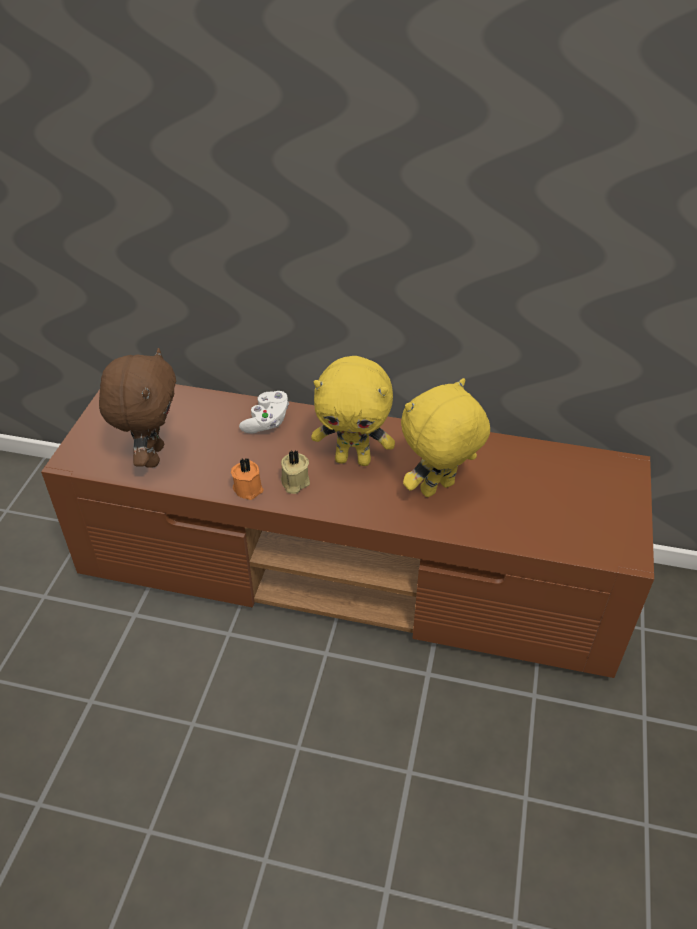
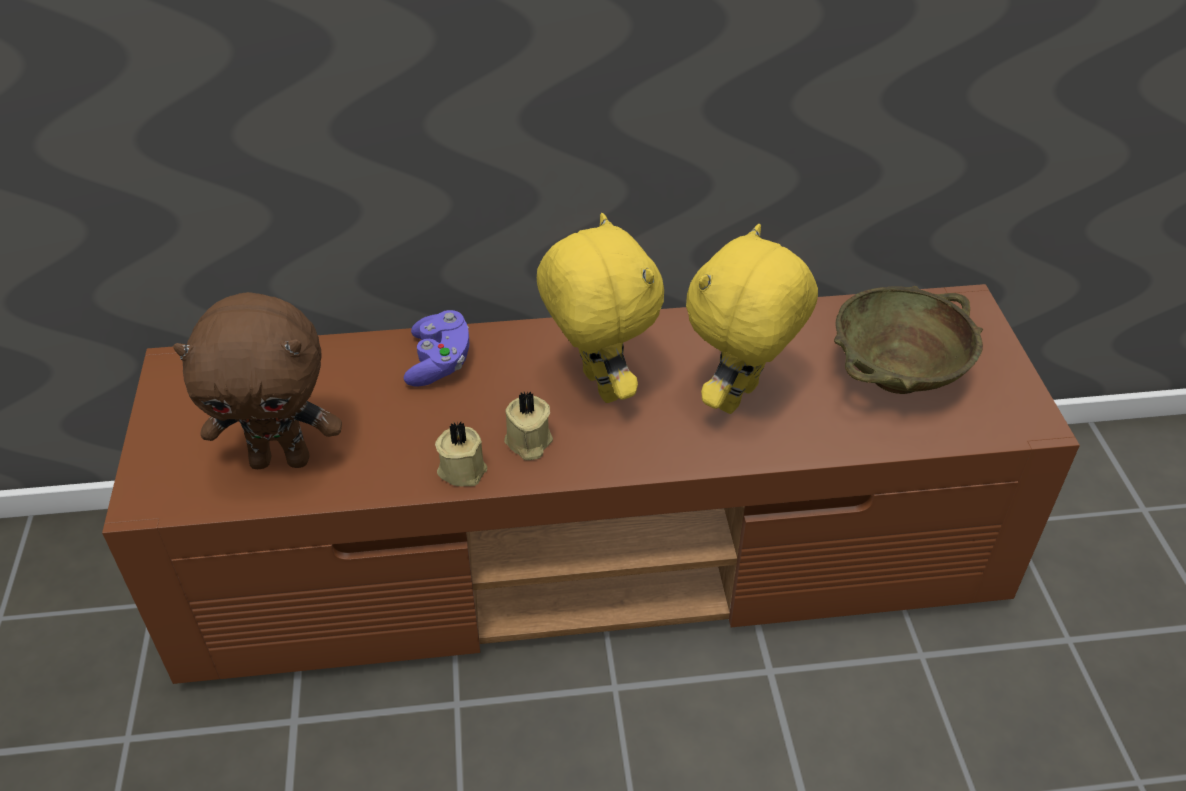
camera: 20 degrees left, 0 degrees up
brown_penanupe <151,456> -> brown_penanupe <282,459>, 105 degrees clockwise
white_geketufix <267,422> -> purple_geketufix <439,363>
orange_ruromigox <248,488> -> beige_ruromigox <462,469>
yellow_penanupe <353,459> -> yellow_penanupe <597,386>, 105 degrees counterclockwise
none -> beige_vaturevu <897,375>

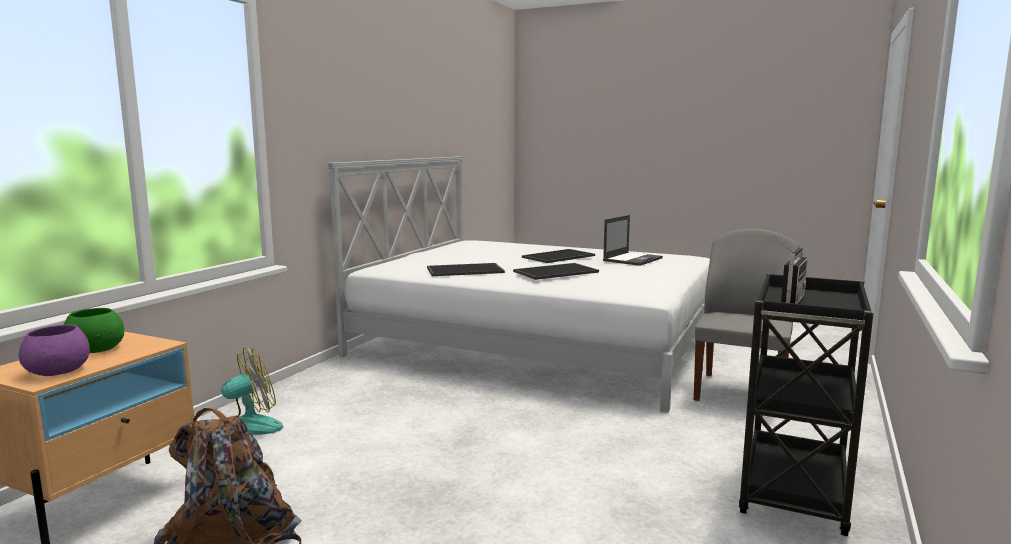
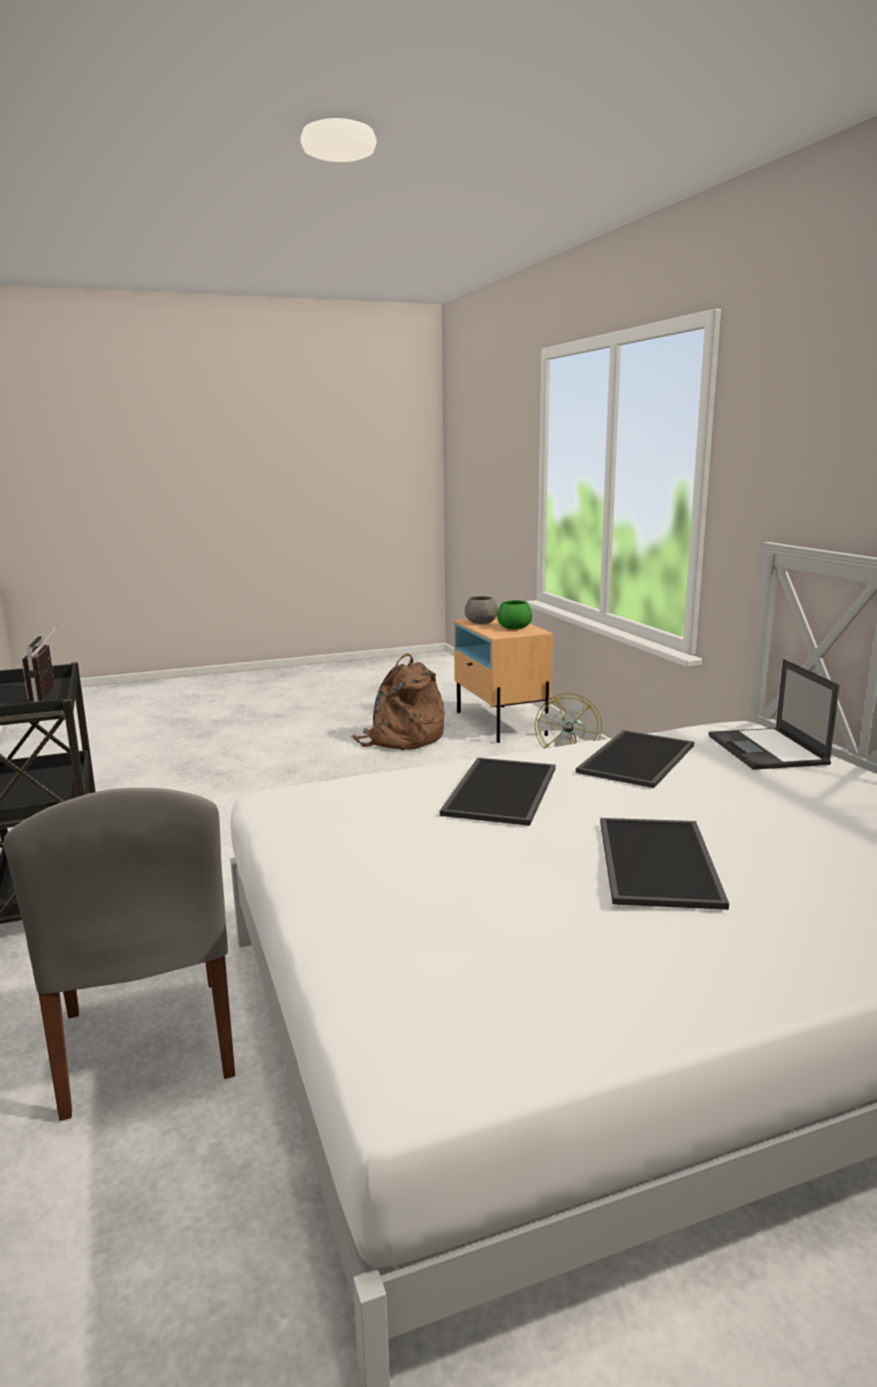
camera: 135 degrees right, 5 degrees up
purple_vaturevu <59,371> -> grey_vaturevu <481,622>
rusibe <633,259> -> rusibe <768,750>, relocated

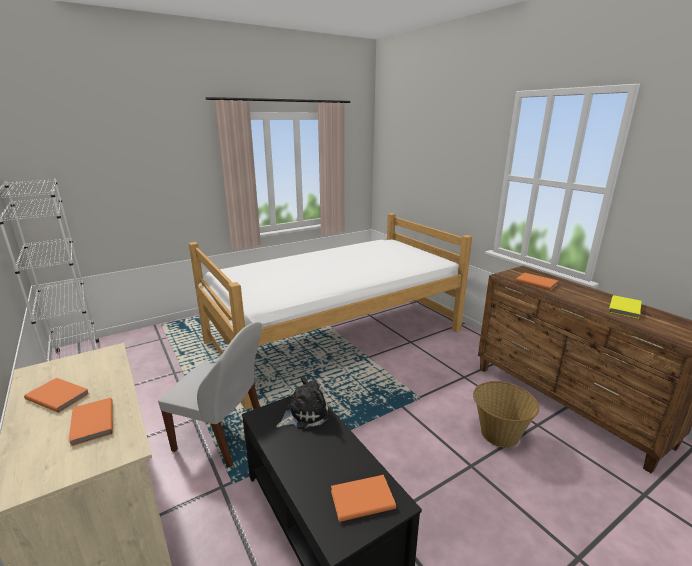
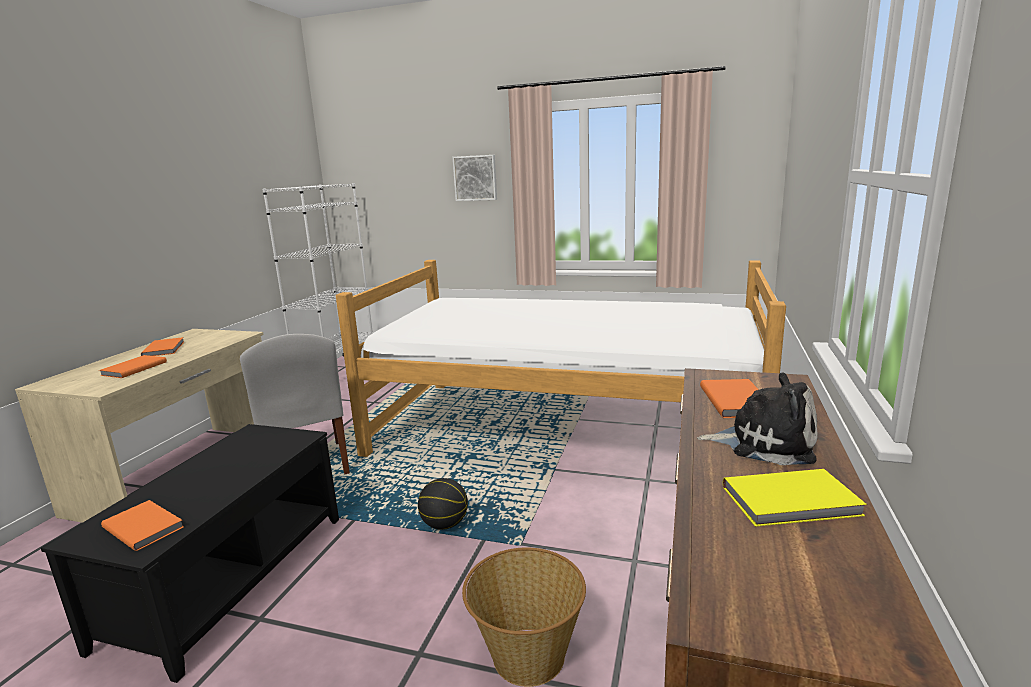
camera: 50 degrees right, 5 degrees down
none -> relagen <444,525>
none -> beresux <475,178>
penanupe <305,413> -> penanupe <765,442>, relocated

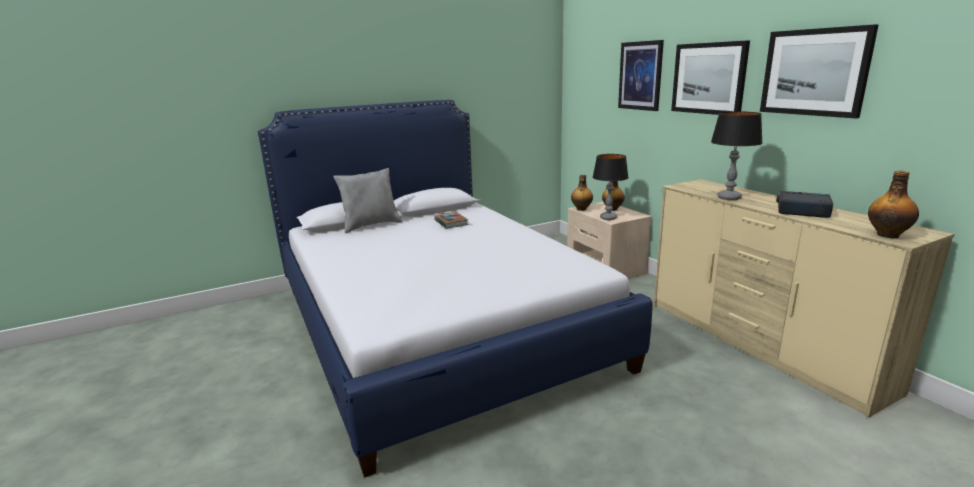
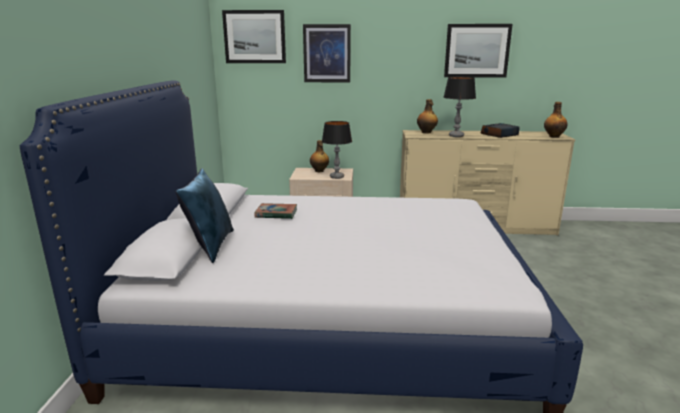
camera: 60 degrees left, 0 degrees up
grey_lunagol <371,225> -> blue_lunagol <210,246>
beresux <708,78> -> beresux <254,37>, relocated
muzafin <581,209> -> muzafin <426,132>, relocated

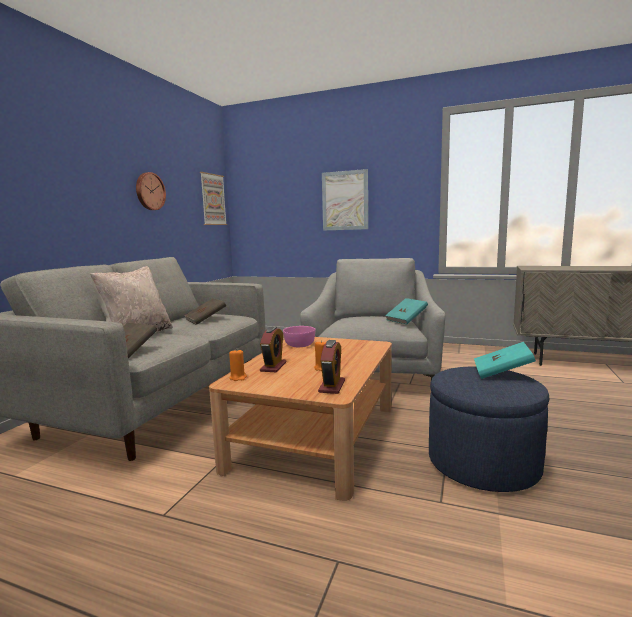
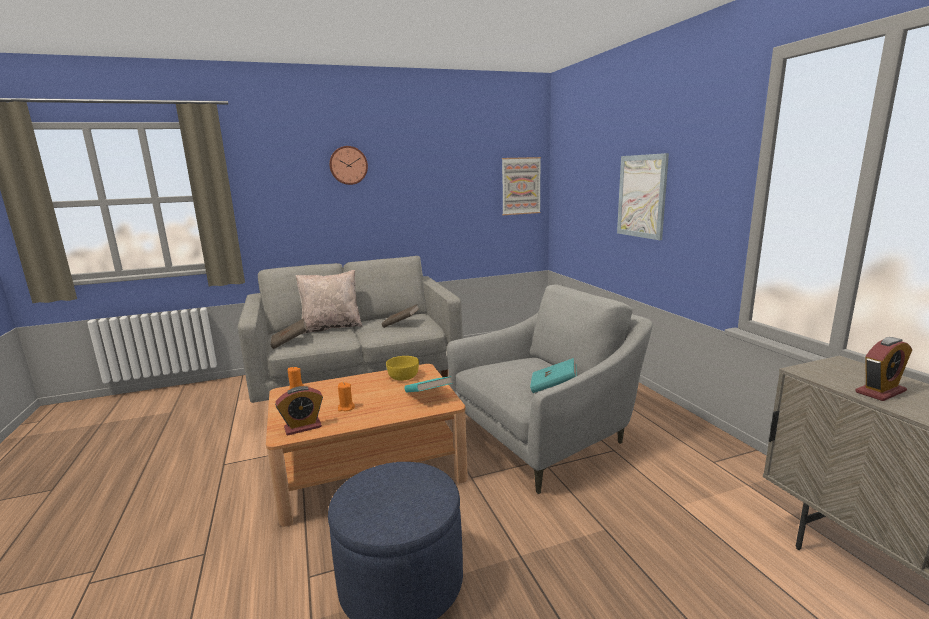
camera: 50 degrees right, 5 degrees up
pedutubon <149,191> -> pedutubon <348,165>, relocated
pink_vaturevu <299,344> -> yellow_vaturevu <404,376>
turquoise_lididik <502,373> -> turquoise_lididik <428,396>, relocated
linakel <273,367> -> linakel <880,392>, relocated

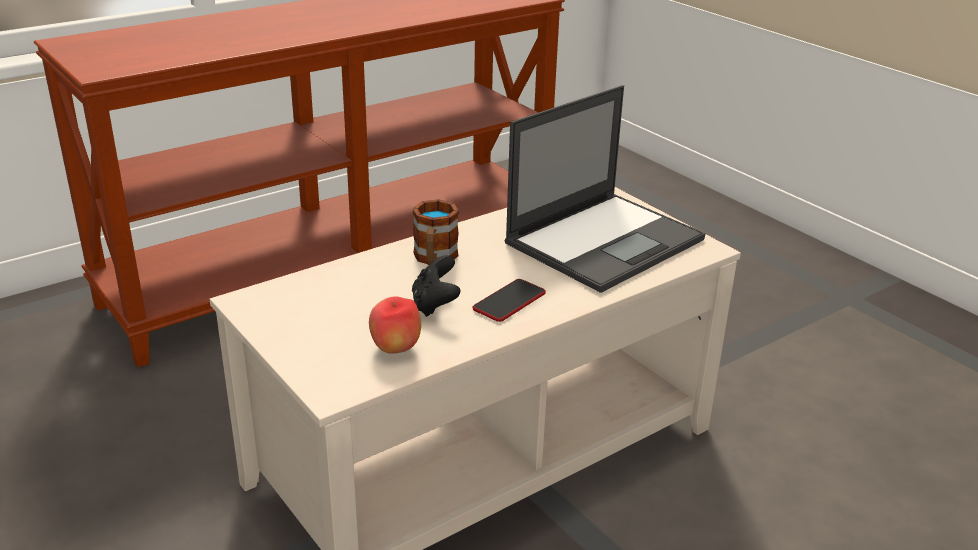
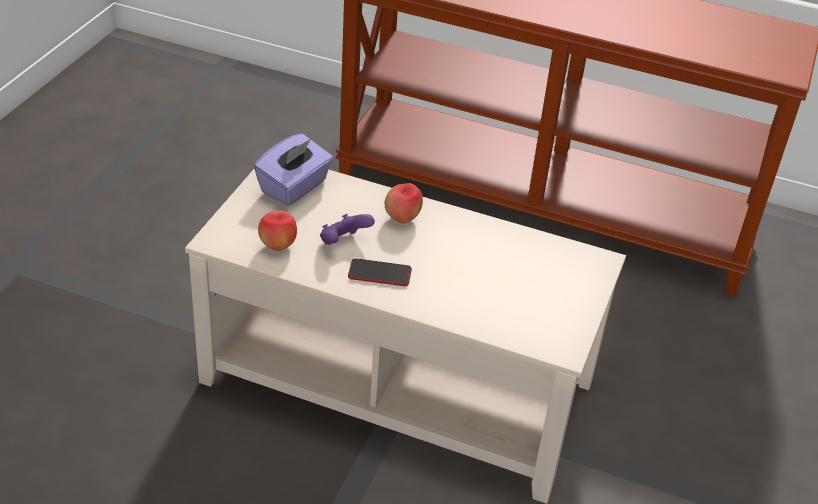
camera: 55 degrees right, 10 degrees up
none -> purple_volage <294,187>
black_geketufix <435,305> -> purple_geketufix <343,242>
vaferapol <434,259> -> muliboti <402,219>
rusibe <606,240> -> none

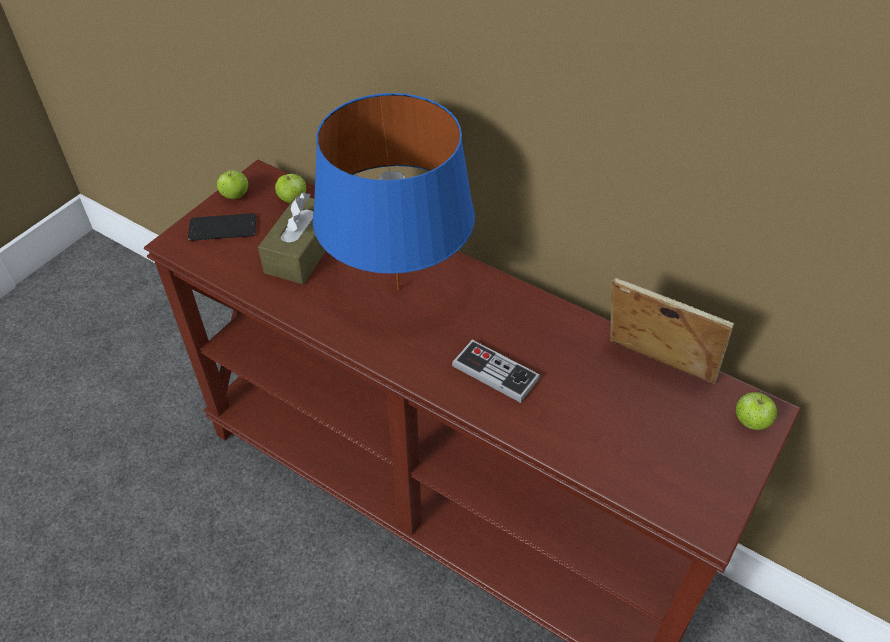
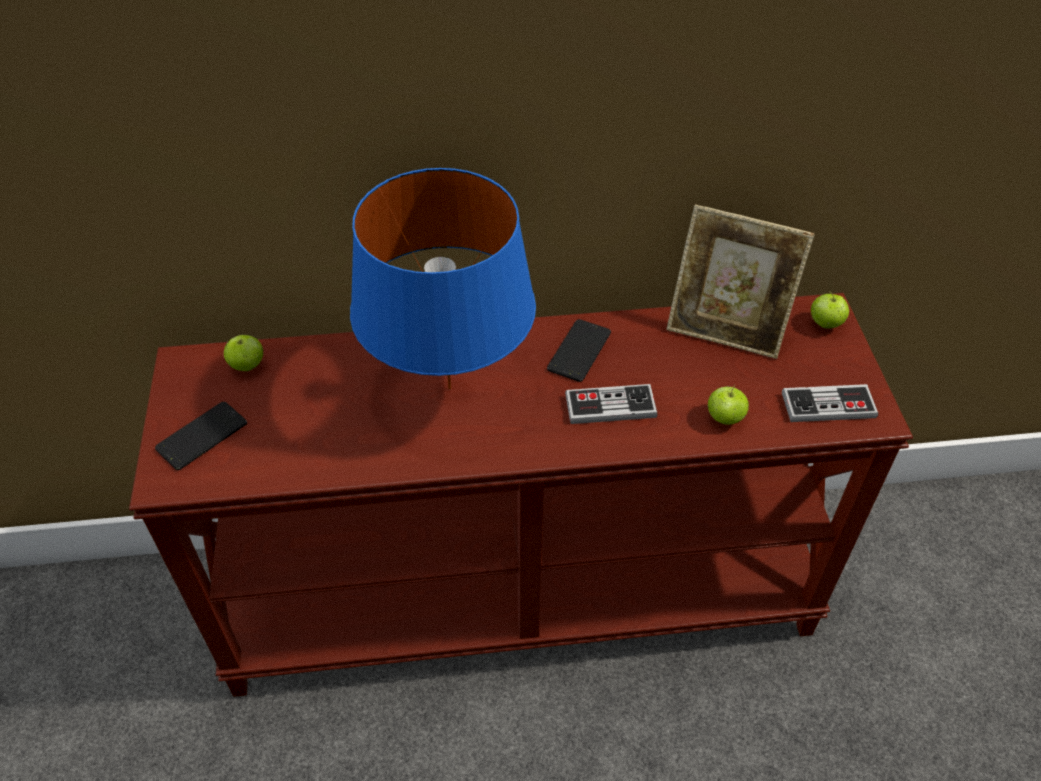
camera: 40 degrees left, 0 degrees up
none -> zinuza <579,351>
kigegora <653,374> -> kigegora <726,330>, 150 degrees counterclockwise
muliboti <235,196> -> muliboti <724,418>, relocated
none -> geketufix <828,405>
brown_volage <302,251> -> none

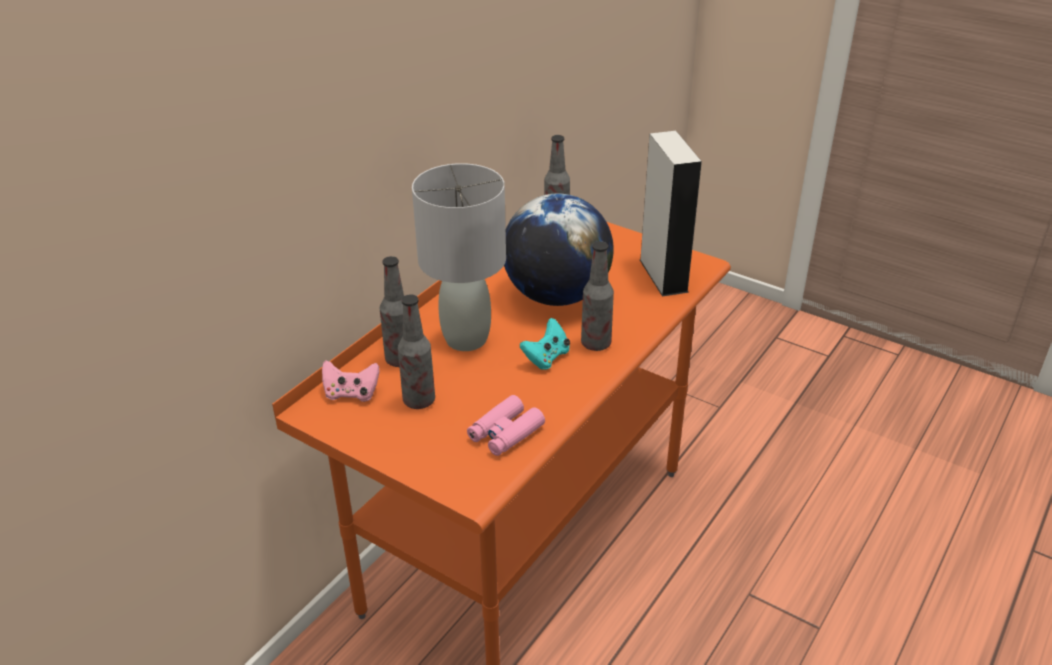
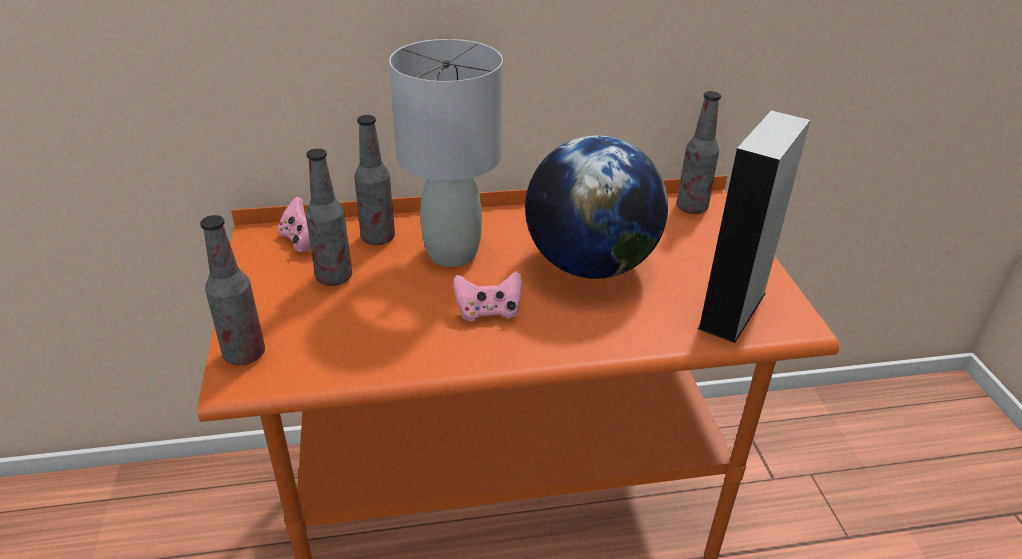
camera: 45 degrees right, 0 degrees up
muzafin <596,344> -> muzafin <244,354>, relocated
turquoise_geketufix <546,358> -> pink_geketufix <488,311>
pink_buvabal <505,433> -> none

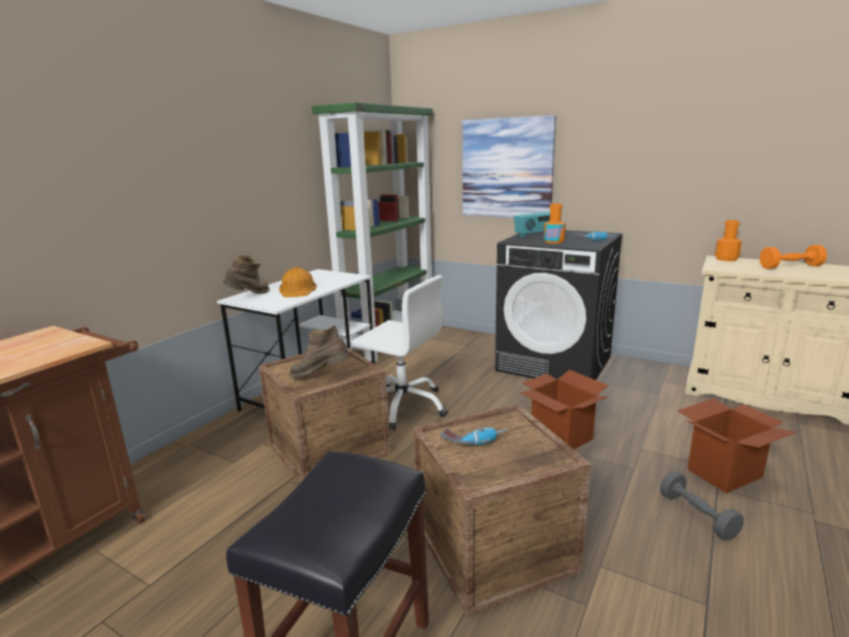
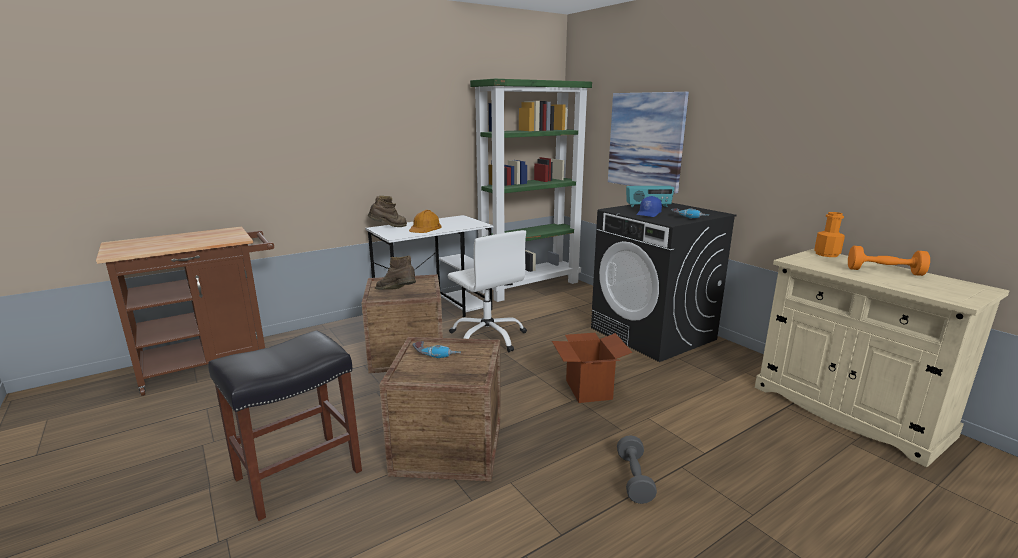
camera: 25 degrees right, 0 degrees up
orange_muzafin <554,241> -> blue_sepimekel <648,214>
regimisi <724,473> -> none

